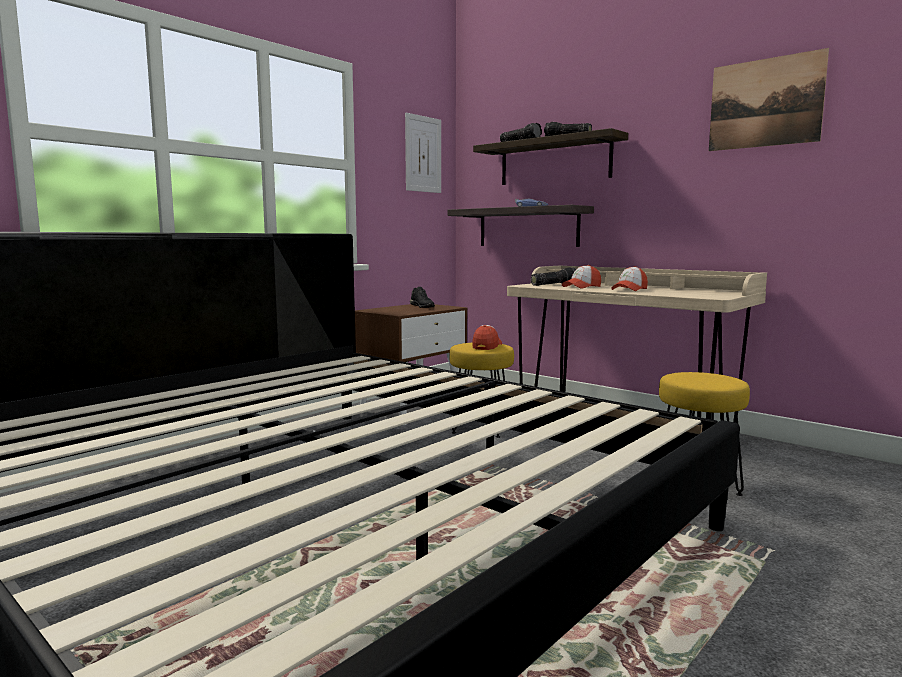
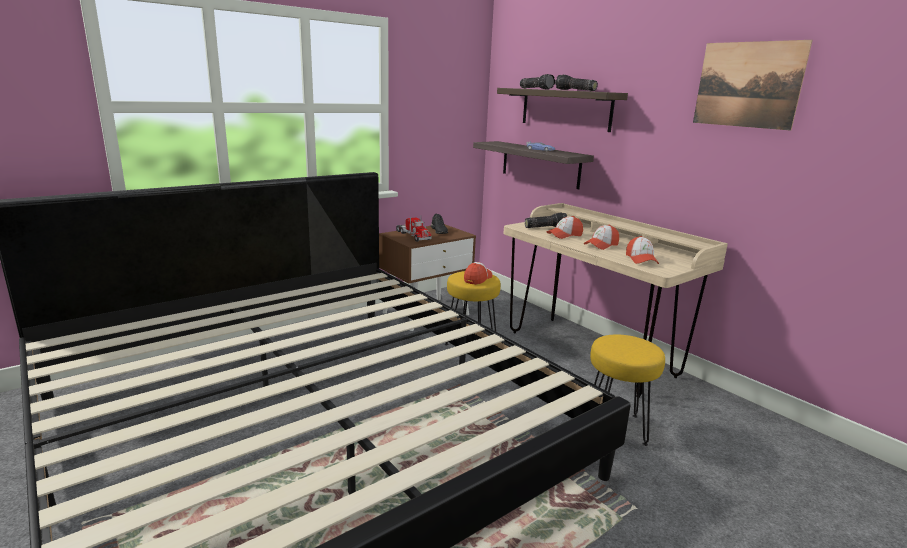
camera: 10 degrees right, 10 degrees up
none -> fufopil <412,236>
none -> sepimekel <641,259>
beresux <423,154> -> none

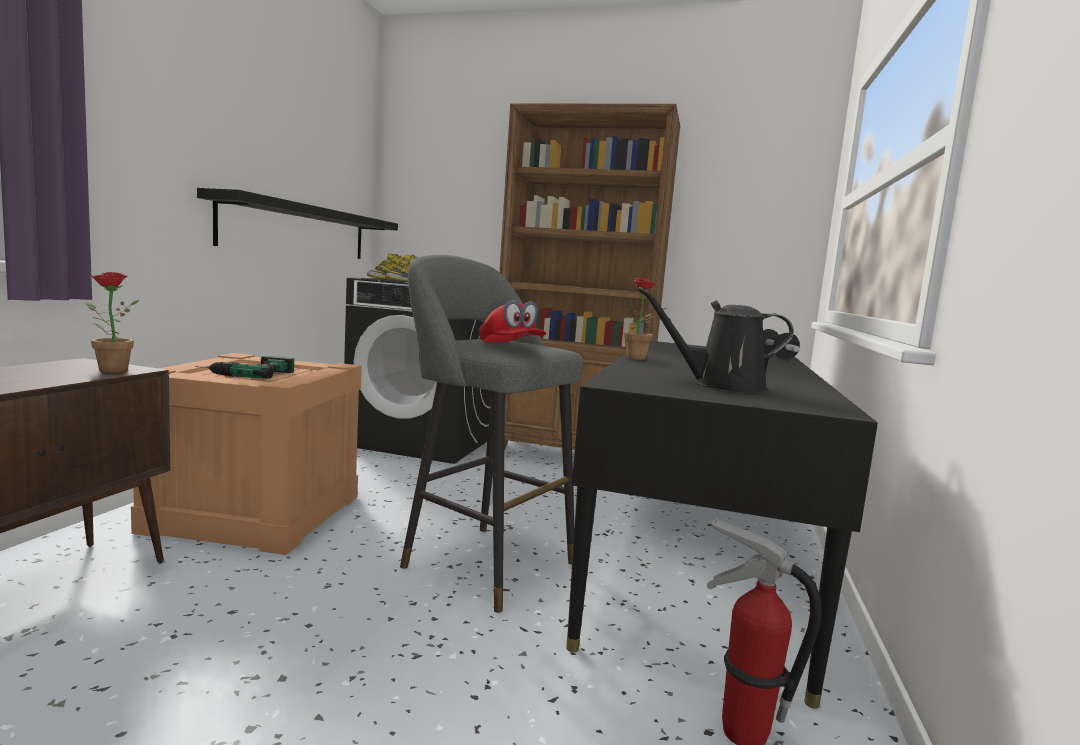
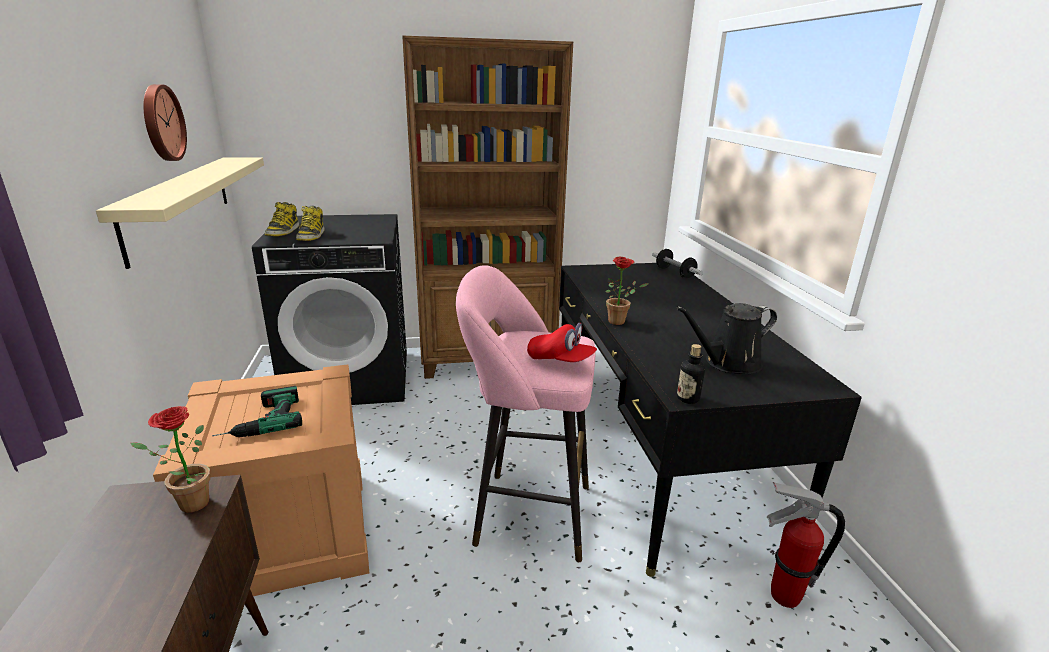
camera: 25 degrees left, 15 degrees up
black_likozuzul <299,230> -> beige_likozuzul <180,203>
none -> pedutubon <161,123>
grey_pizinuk <481,562> -> pink_pizinuk <525,513>
none -> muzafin <688,398>

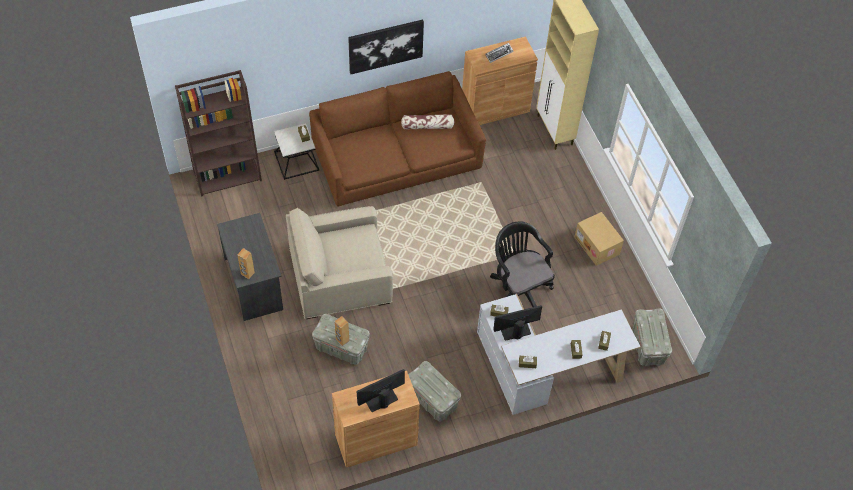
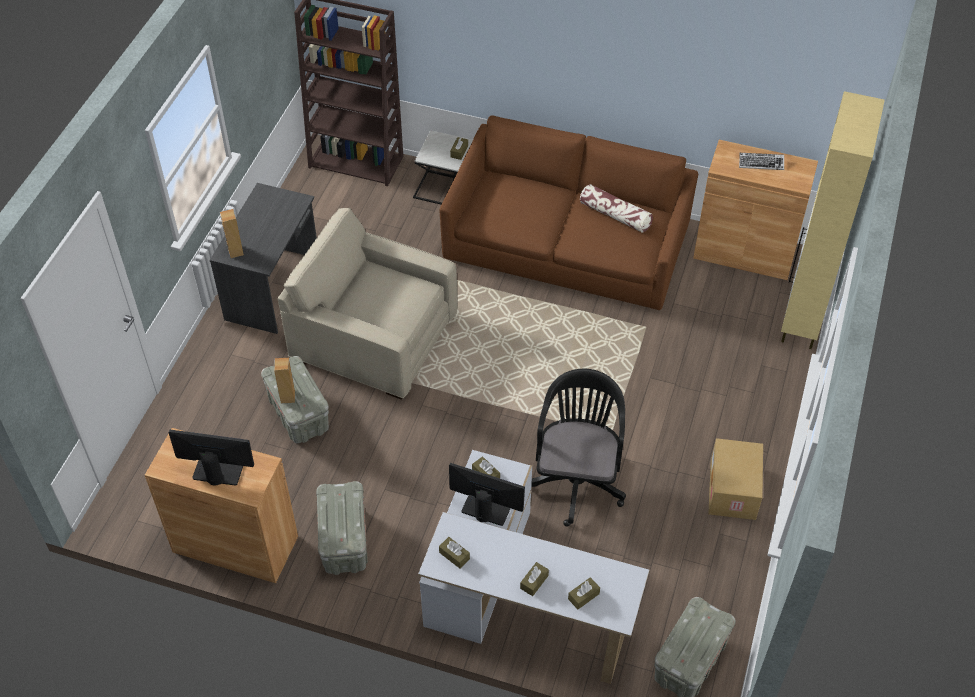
camera: 40 degrees right, 5 degrees down
beresux <385,46> -> none

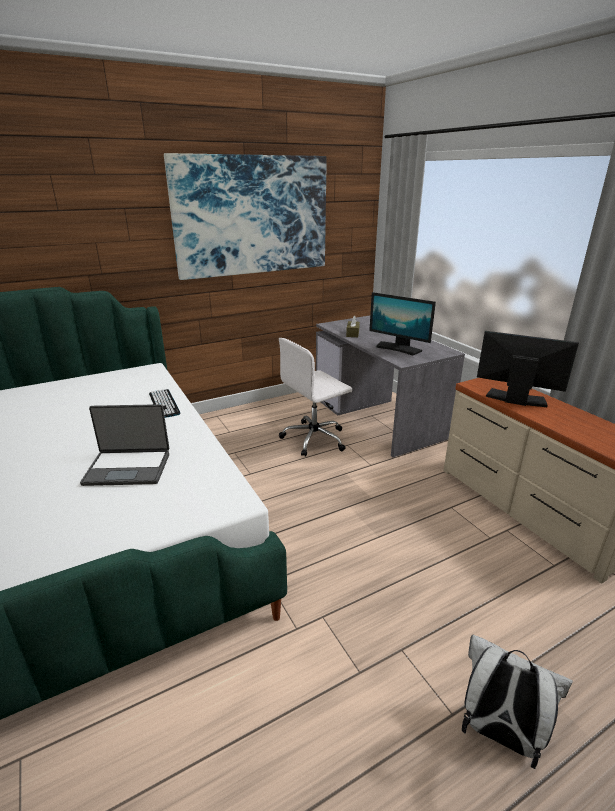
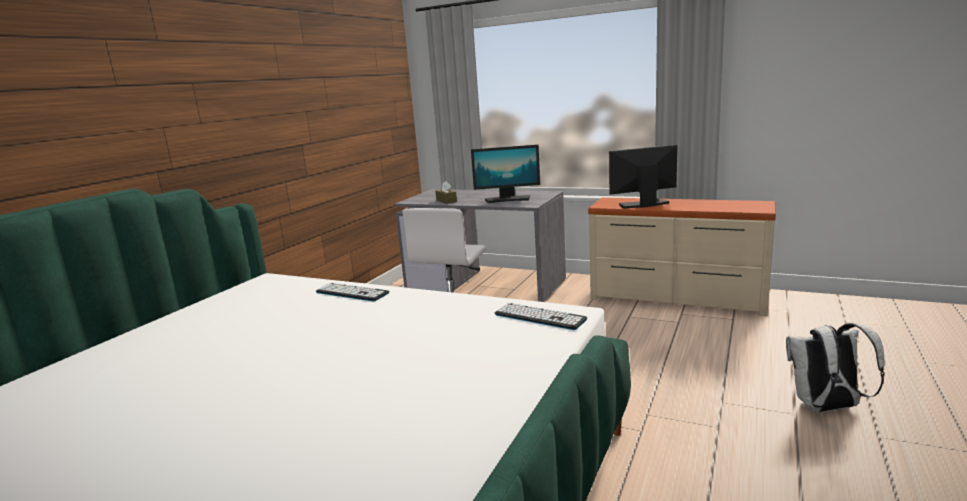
camera: 35 degrees left, 10 degrees down
none -> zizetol <539,317>
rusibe <128,468> -> none
beresux <252,216> -> none

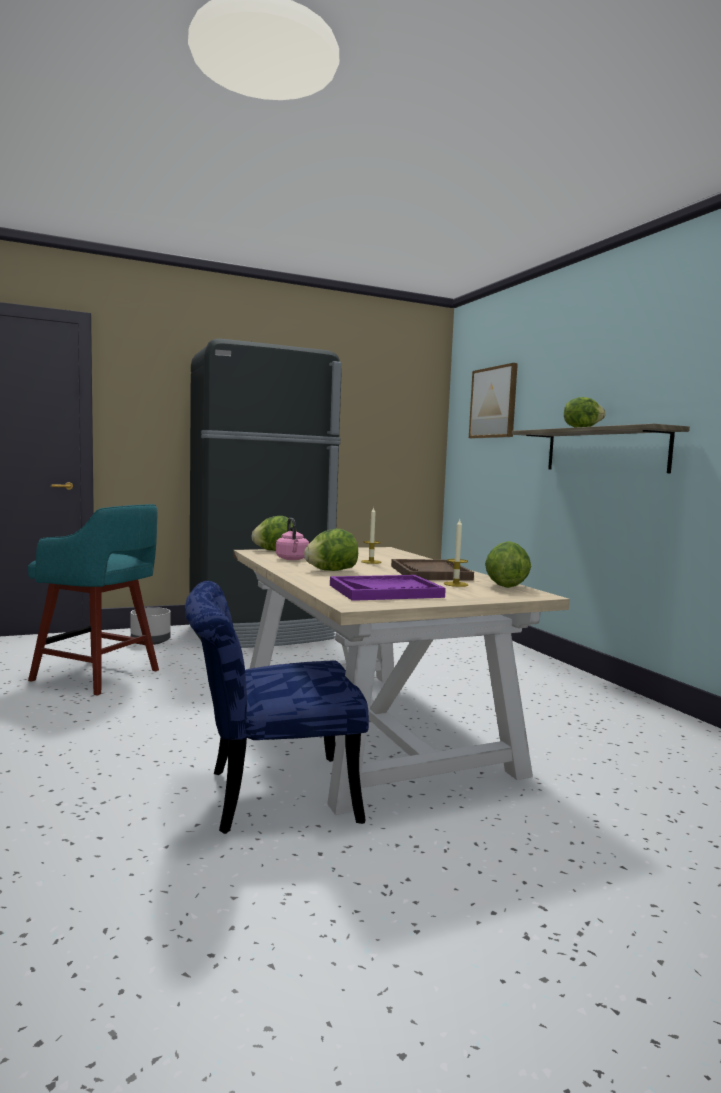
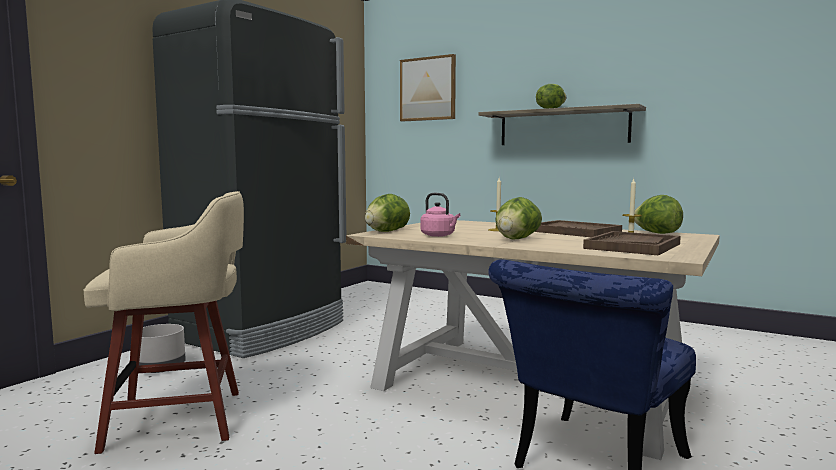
camera: 35 degrees left, 0 degrees up
turquoise_pizinuk <98,676> -> beige_pizinuk <181,419>
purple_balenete <385,591> -> brown_balenete <632,246>

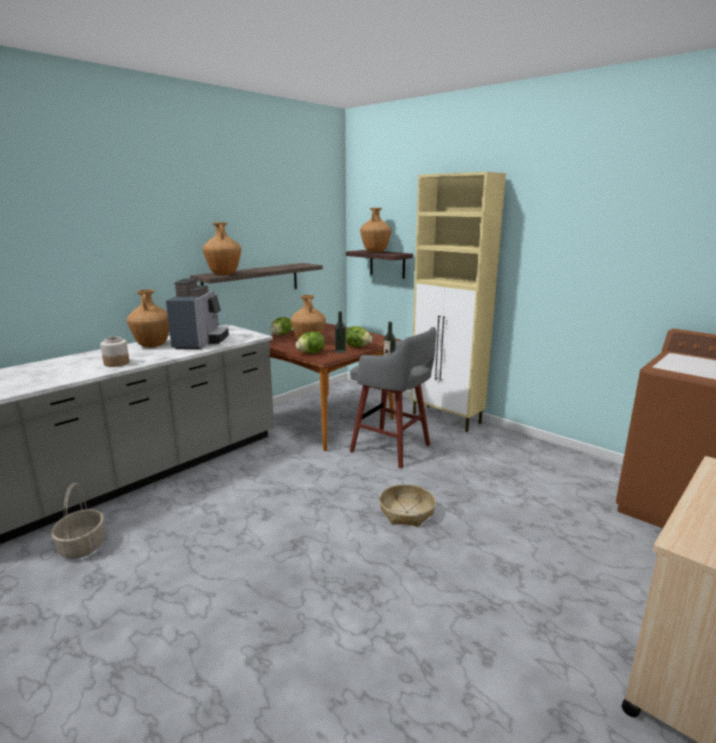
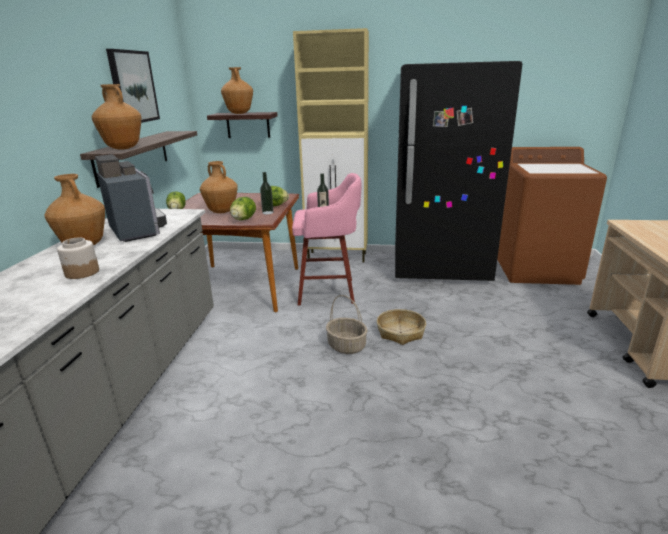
camera: 35 degrees left, 5 degrees up
none -> beresux <133,87>
grey_pizinuk <392,449> -> pink_pizinuk <328,292>
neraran <82,546> -> neraran <346,346>, relocated
none -> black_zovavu <440,268>

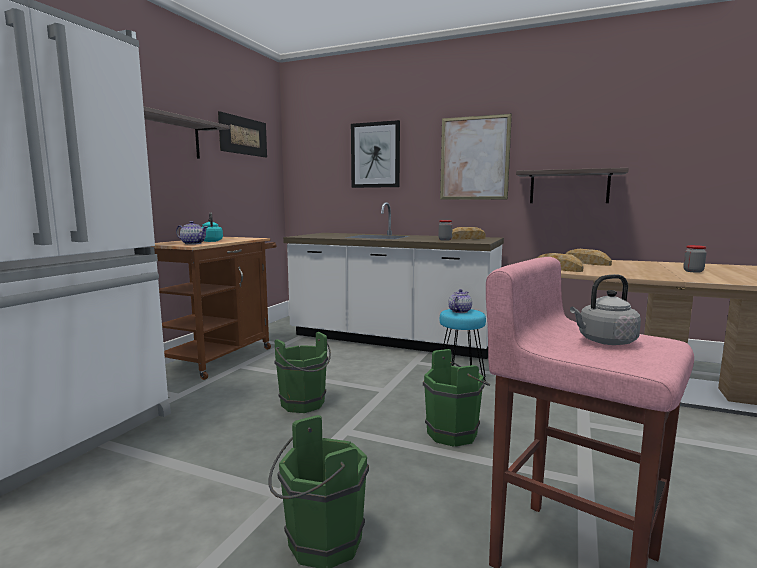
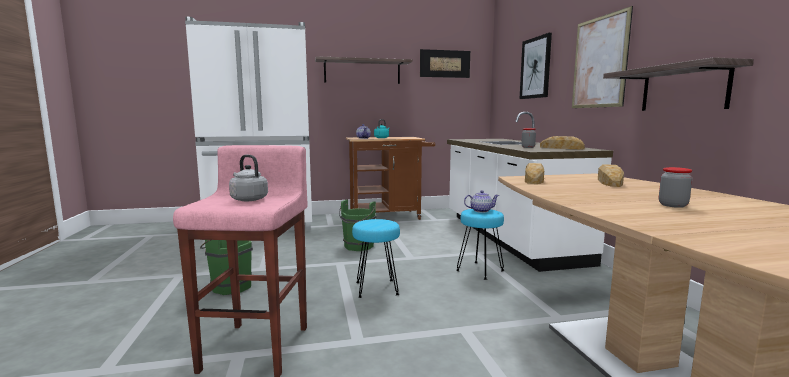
camera: 55 degrees right, 0 degrees up
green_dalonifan <456,433> -> turquoise_pizinuk <376,289>

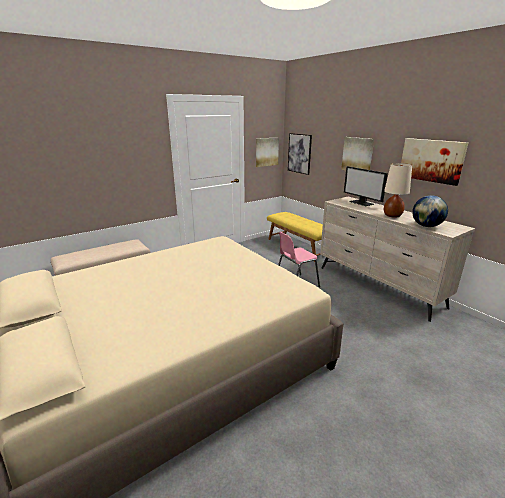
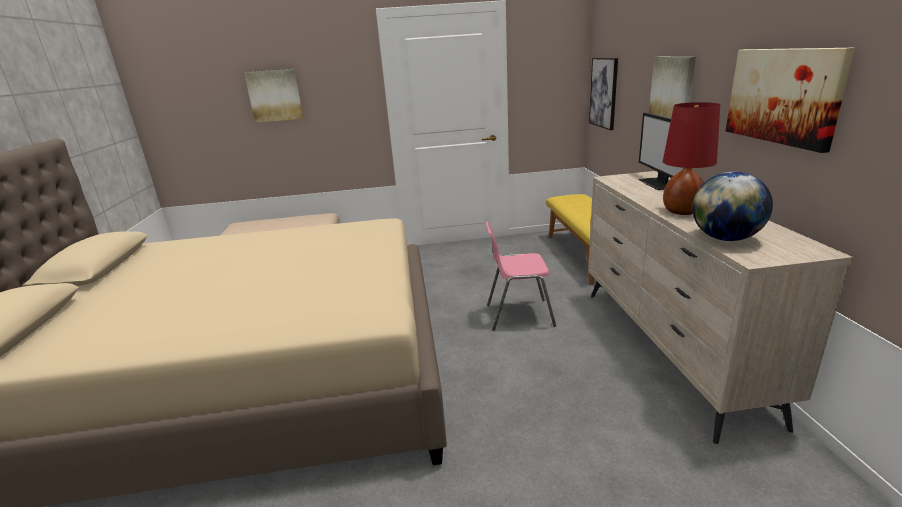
camera: 30 degrees right, 0 degrees up
beresux <266,152> -> beresux <275,95>, relocated
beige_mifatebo <392,216> -> red_mifatebo <682,211>

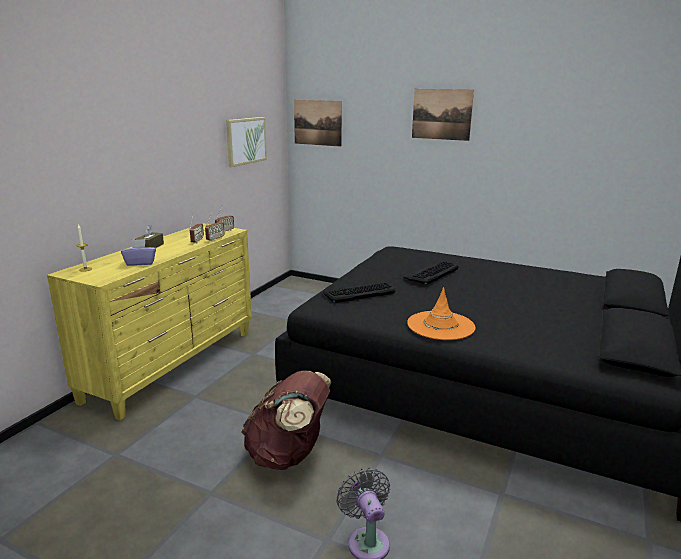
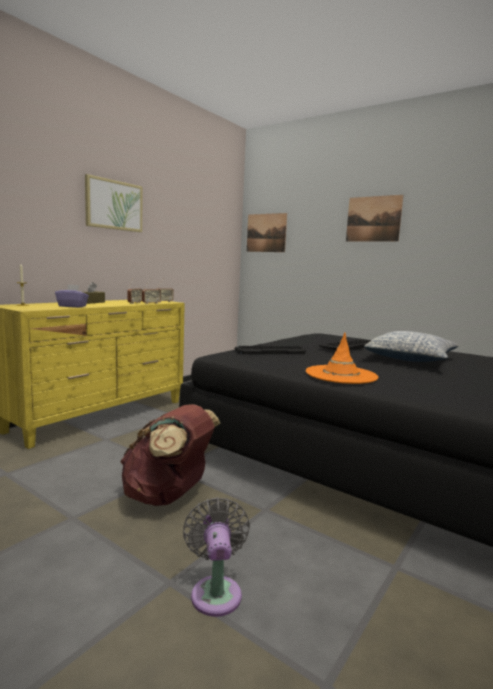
camera: 10 degrees right, 10 degrees down
beresux <246,141> -> beresux <114,205>, relocated
none -> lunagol <410,359>

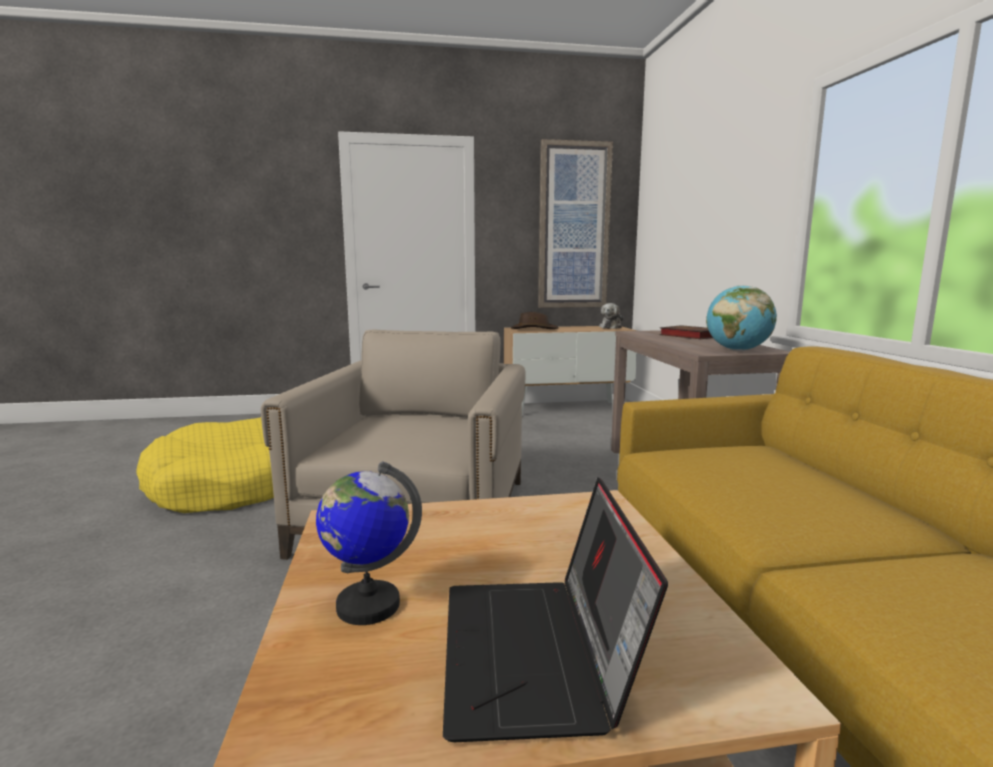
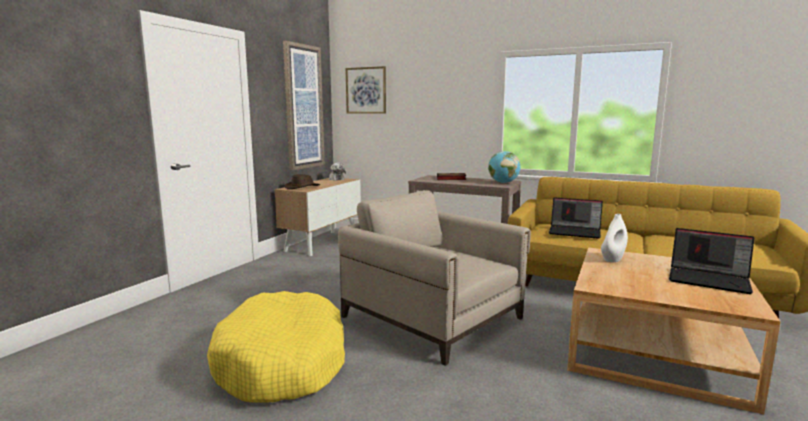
camera: 55 degrees left, 0 degrees up
none -> beresux <366,90>
none -> rusibe <575,232>
none -> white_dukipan <612,260>
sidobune <367,605> -> none

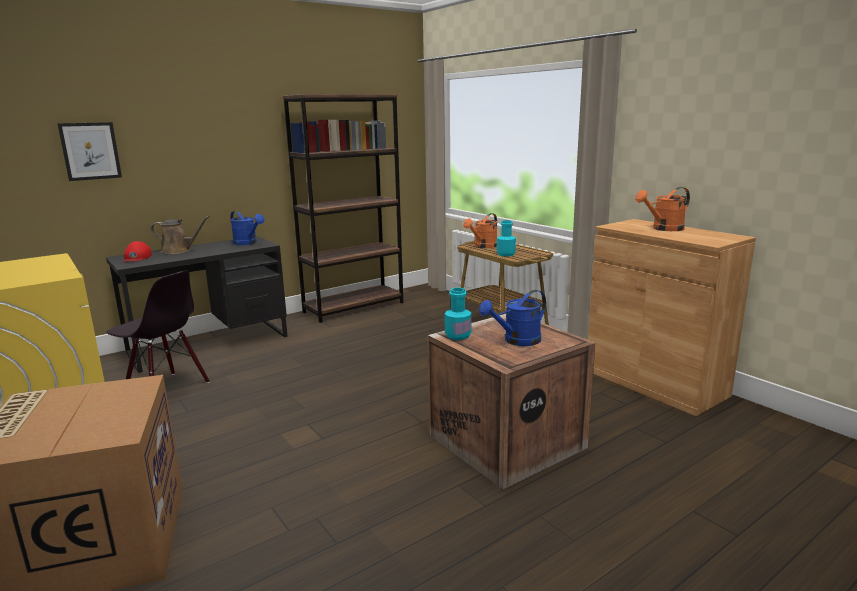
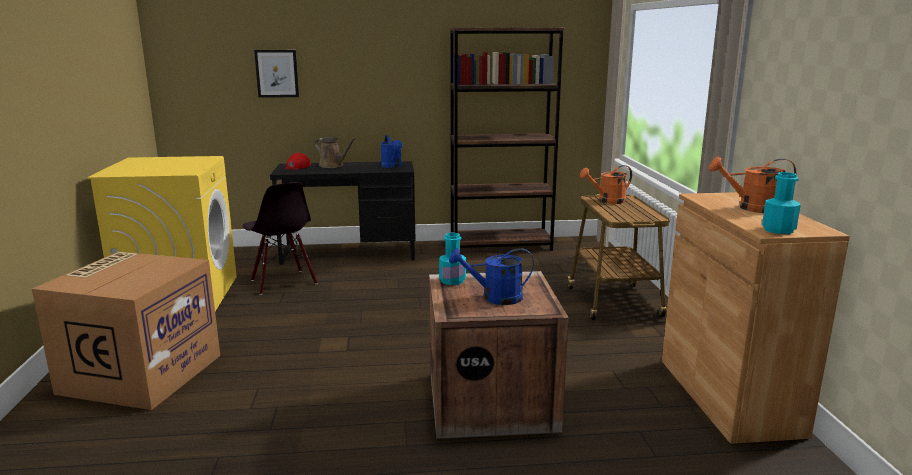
camera: 30 degrees right, 0 degrees up
turquoise_muzafin <506,254> -> turquoise_muzafin <778,230>, relocated

